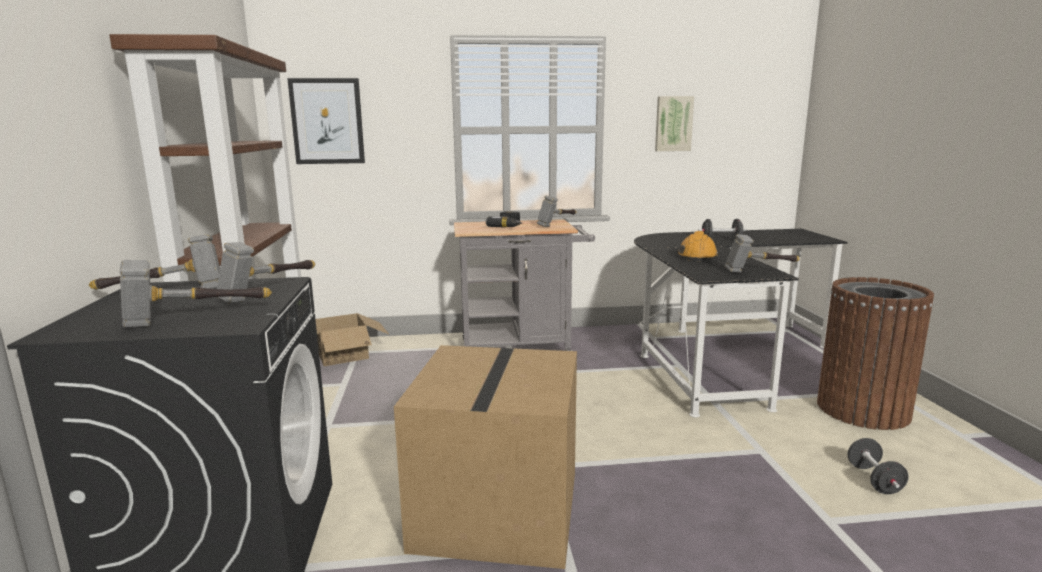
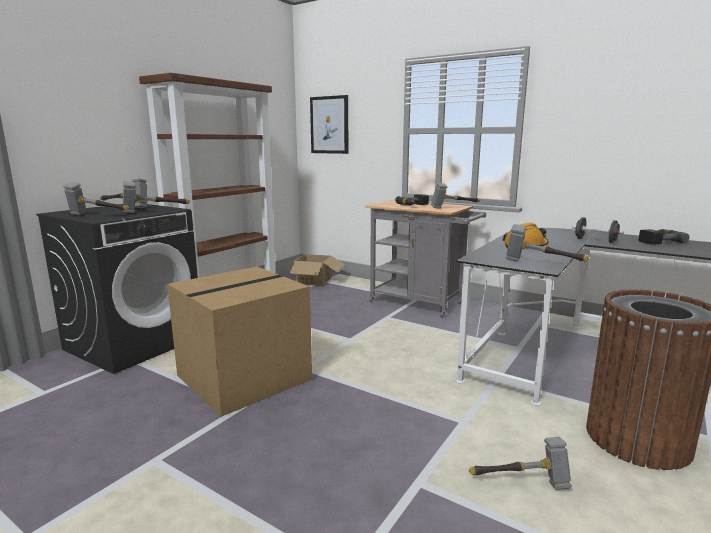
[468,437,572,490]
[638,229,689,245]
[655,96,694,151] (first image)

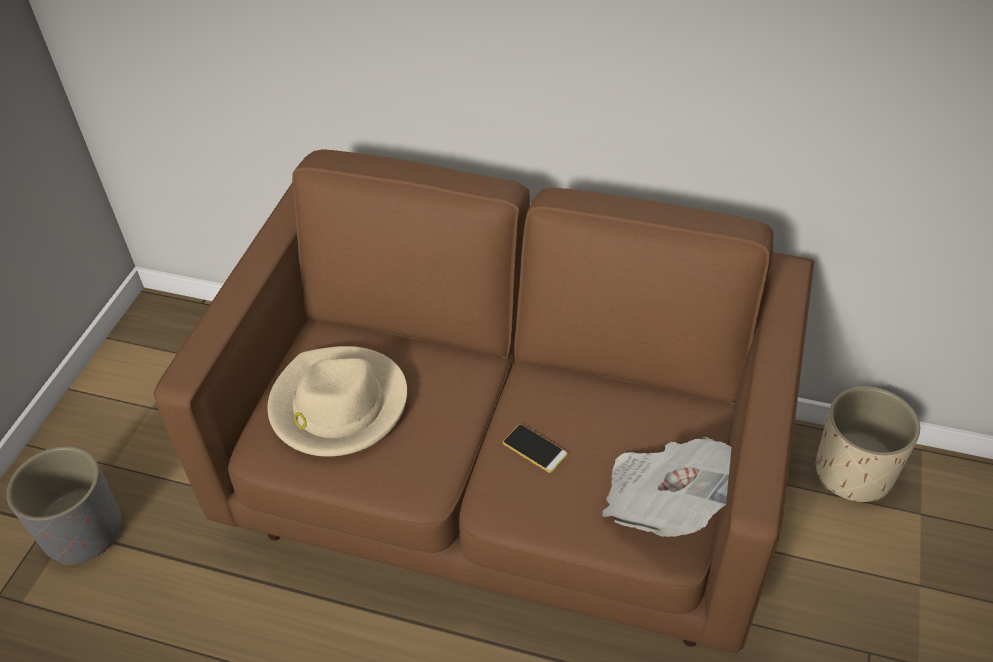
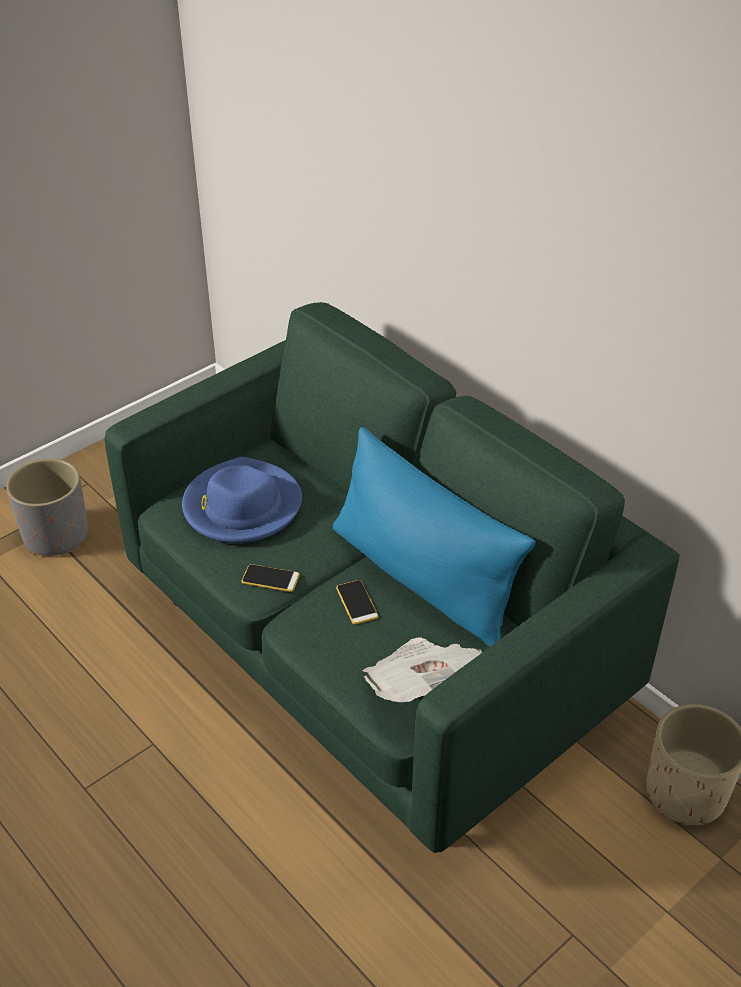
[104,302,680,853]
[182,457,302,543]
[242,564,300,592]
[333,427,536,647]

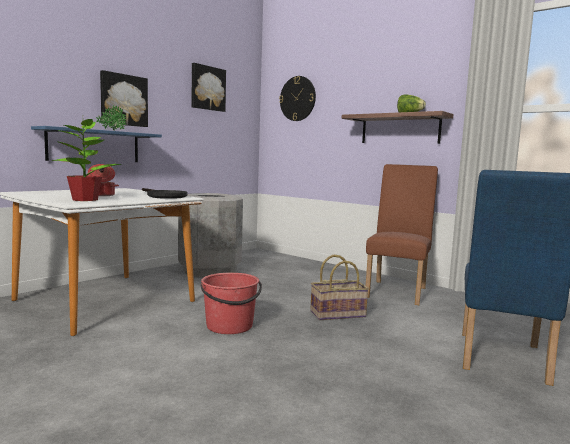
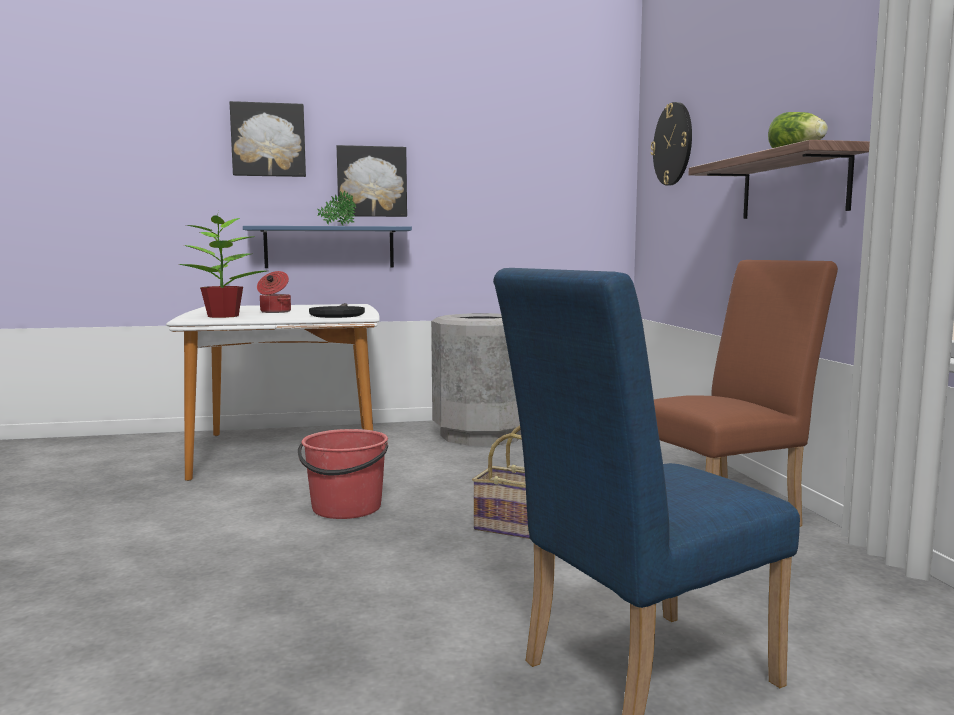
[230,101,306,177]

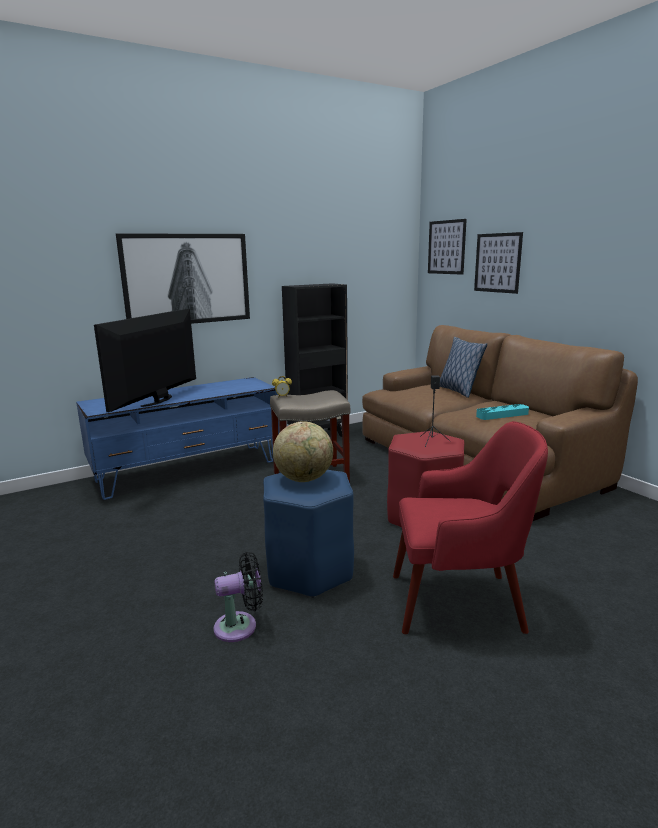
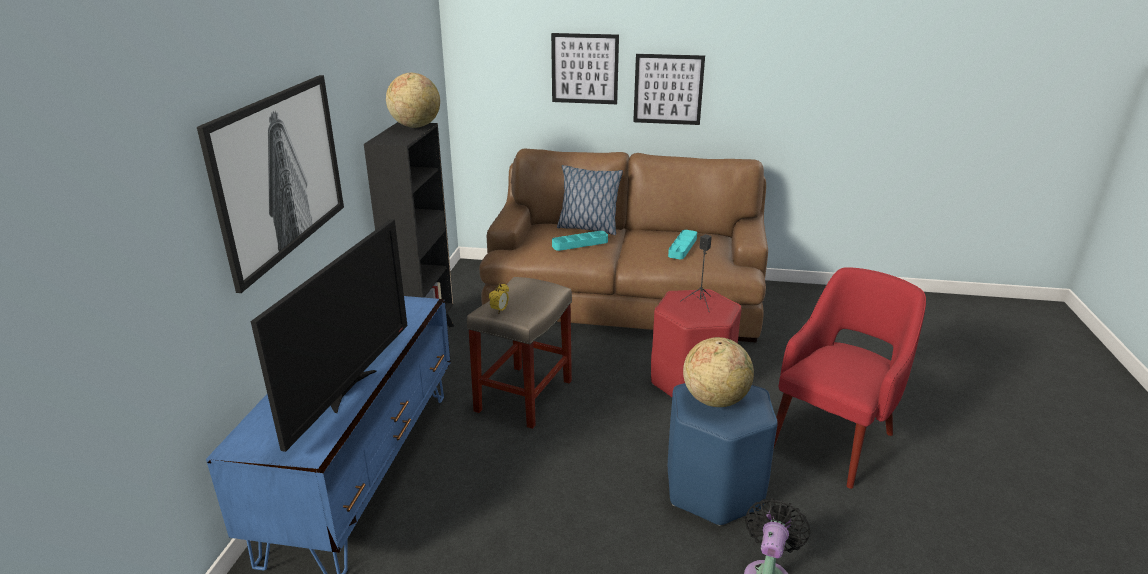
[251,219,407,452]
[386,73,440,128]
[552,231,608,251]
[633,54,705,125]

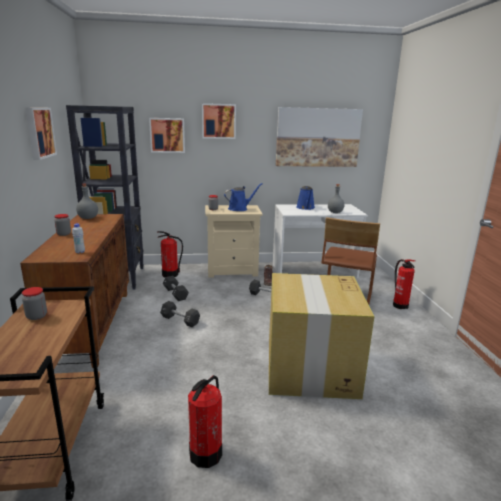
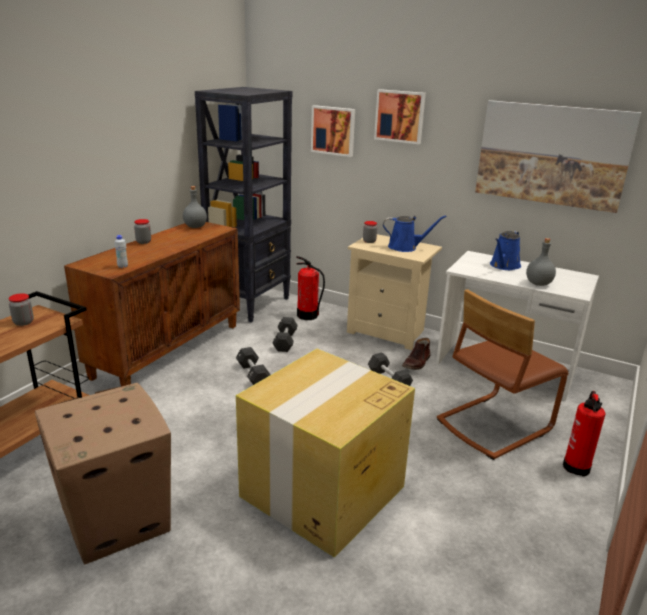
[35,383,171,565]
[25,108,57,160] (first image)

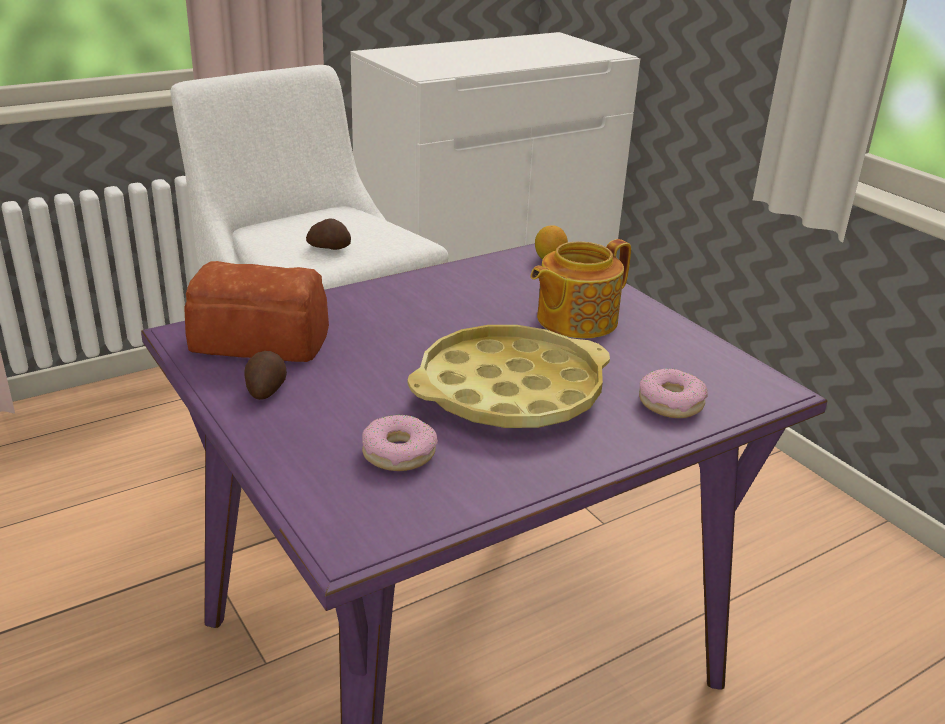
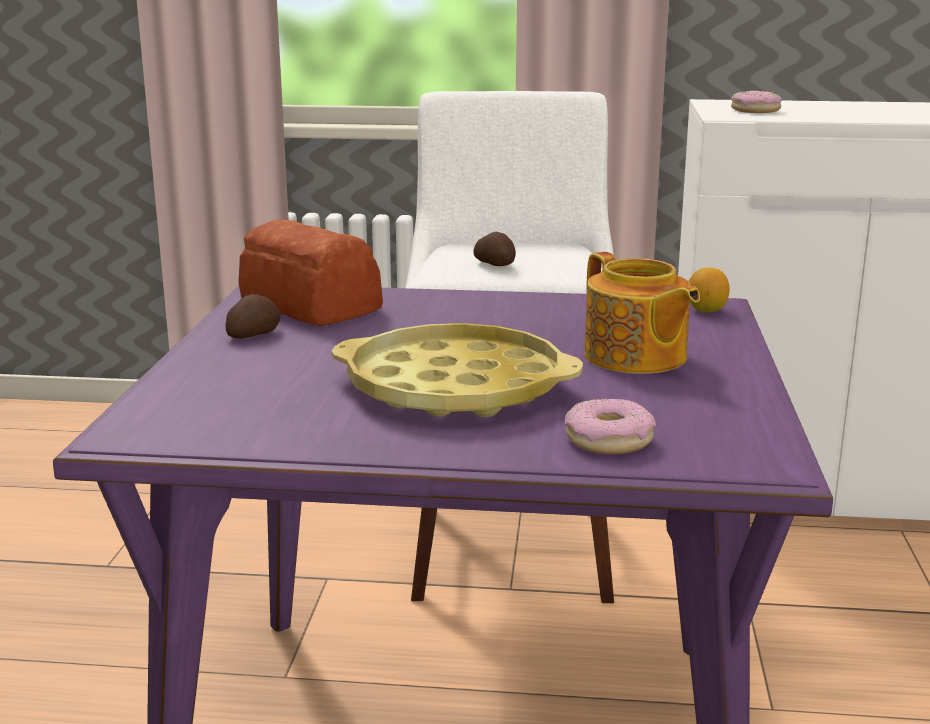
[584,252,700,374]
[731,91,782,113]

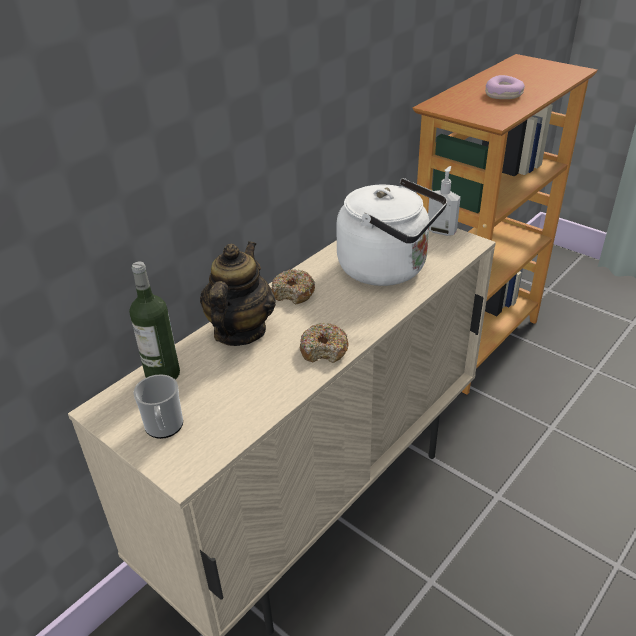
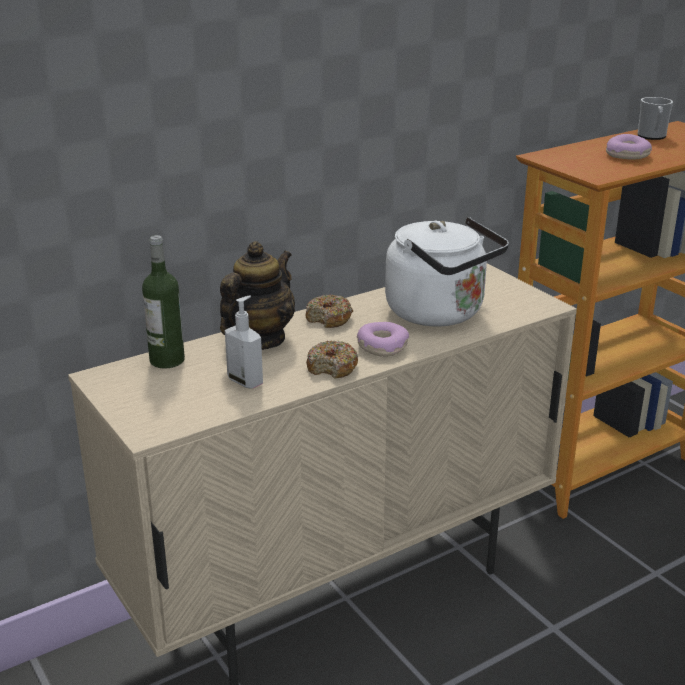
[225,295,263,389]
[357,322,409,357]
[638,97,673,140]

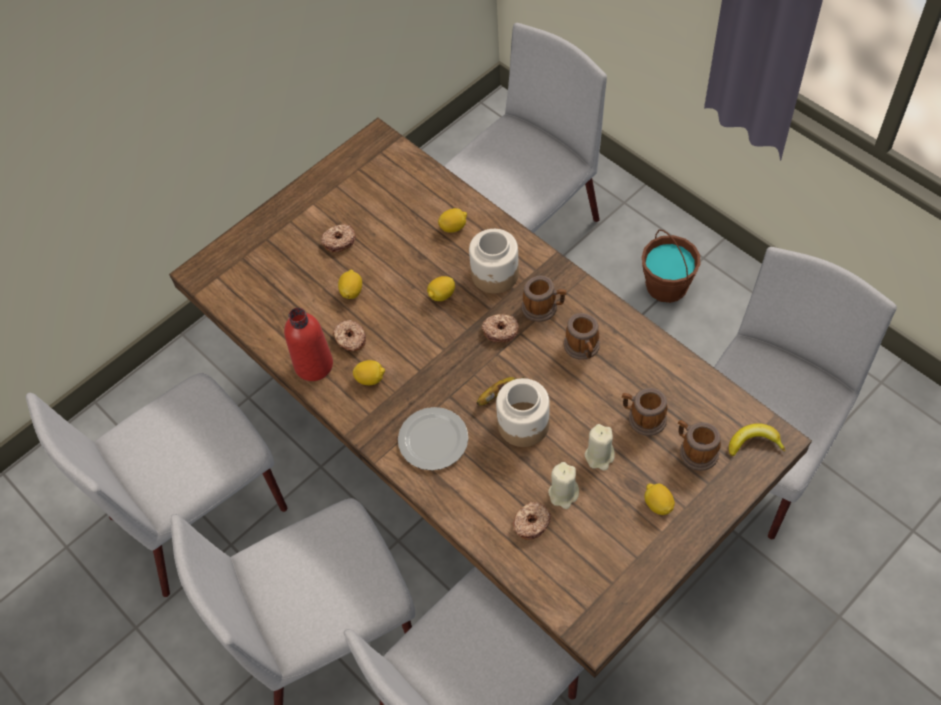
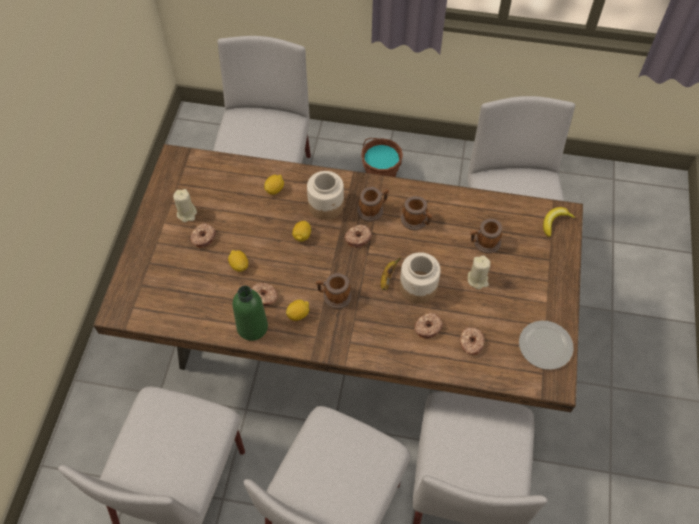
[173,189,197,222]
[233,286,268,341]
[316,273,352,309]
[414,313,443,339]
[519,321,574,370]
[644,483,675,515] (first image)

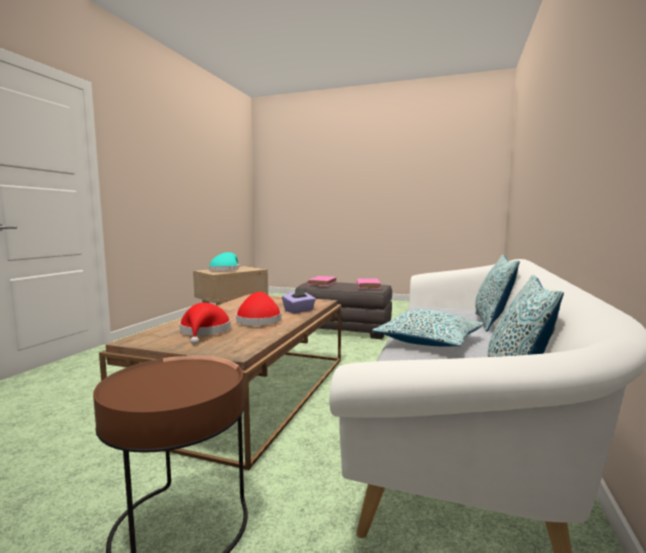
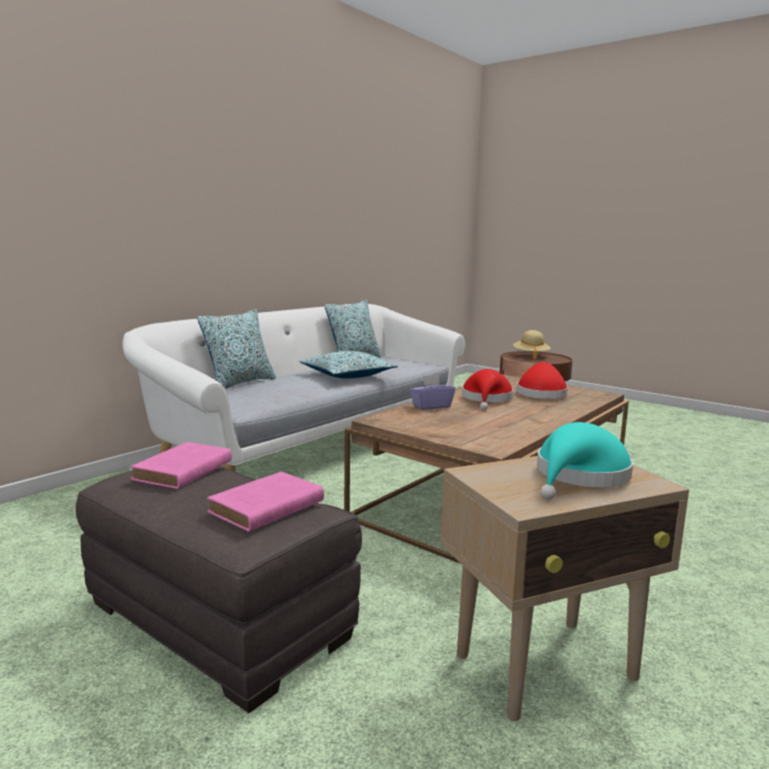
[513,330,551,359]

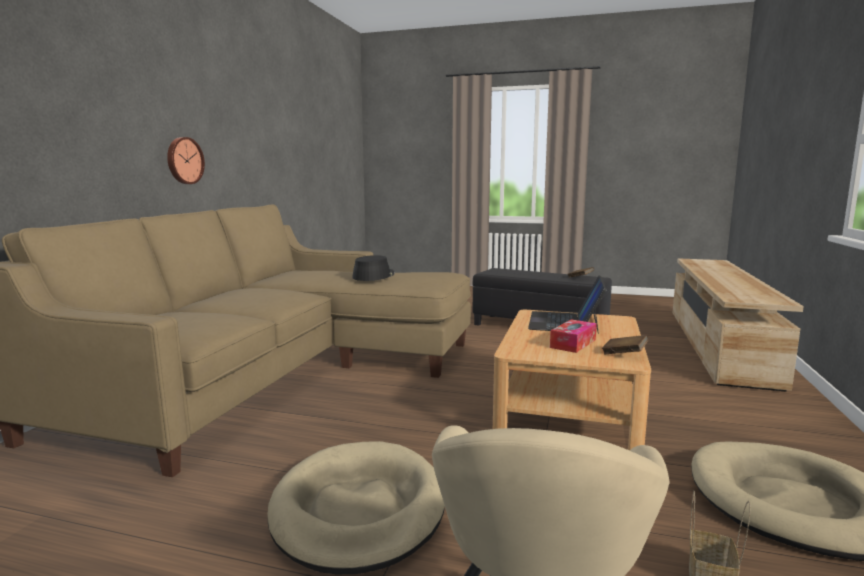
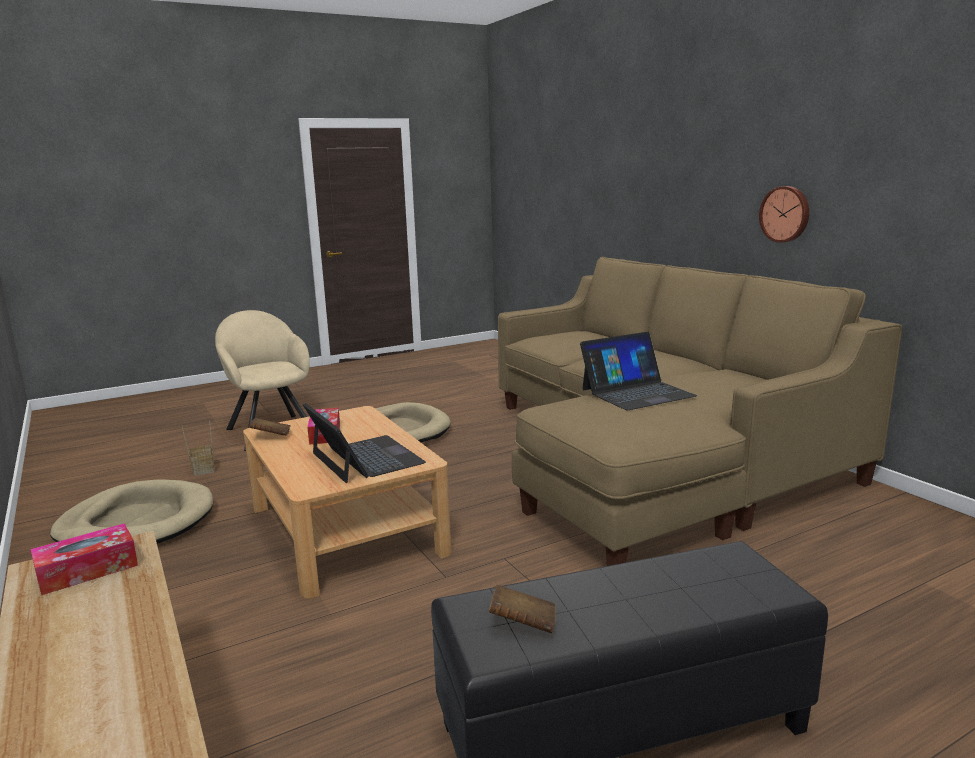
[30,523,138,595]
[580,332,697,410]

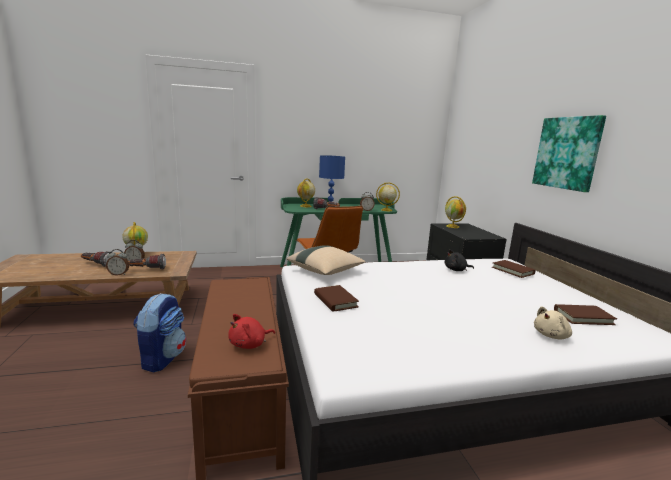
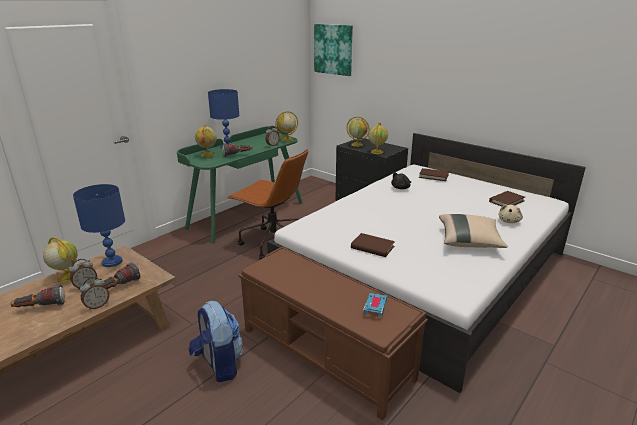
[73,184,125,267]
[314,24,353,76]
[363,293,388,317]
[368,122,388,154]
[439,214,508,248]

